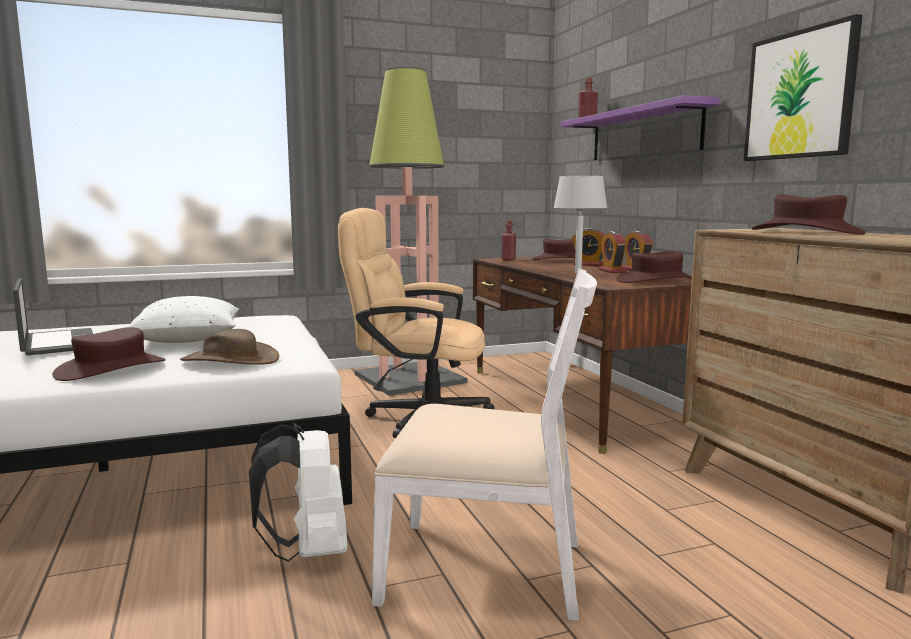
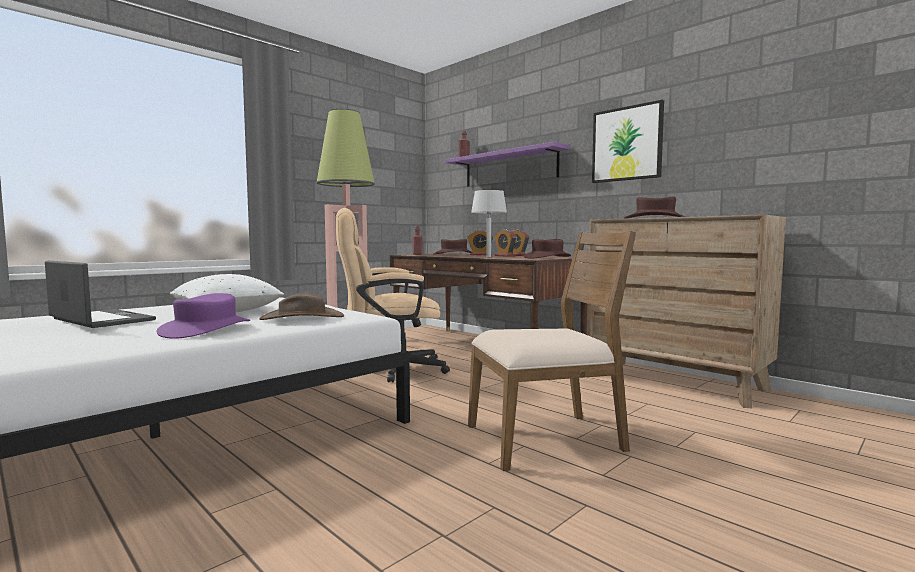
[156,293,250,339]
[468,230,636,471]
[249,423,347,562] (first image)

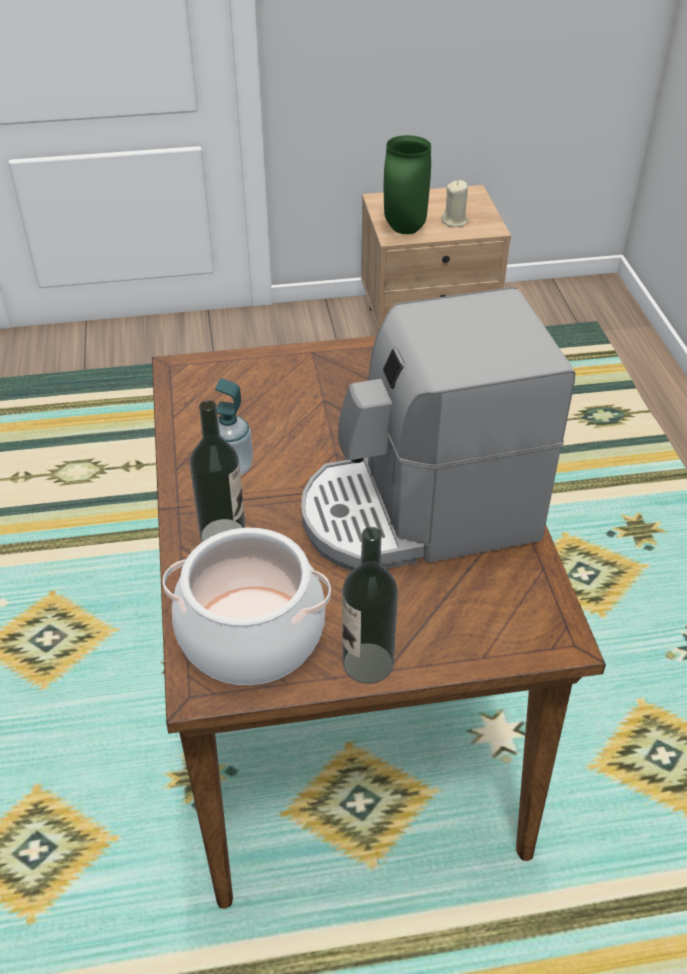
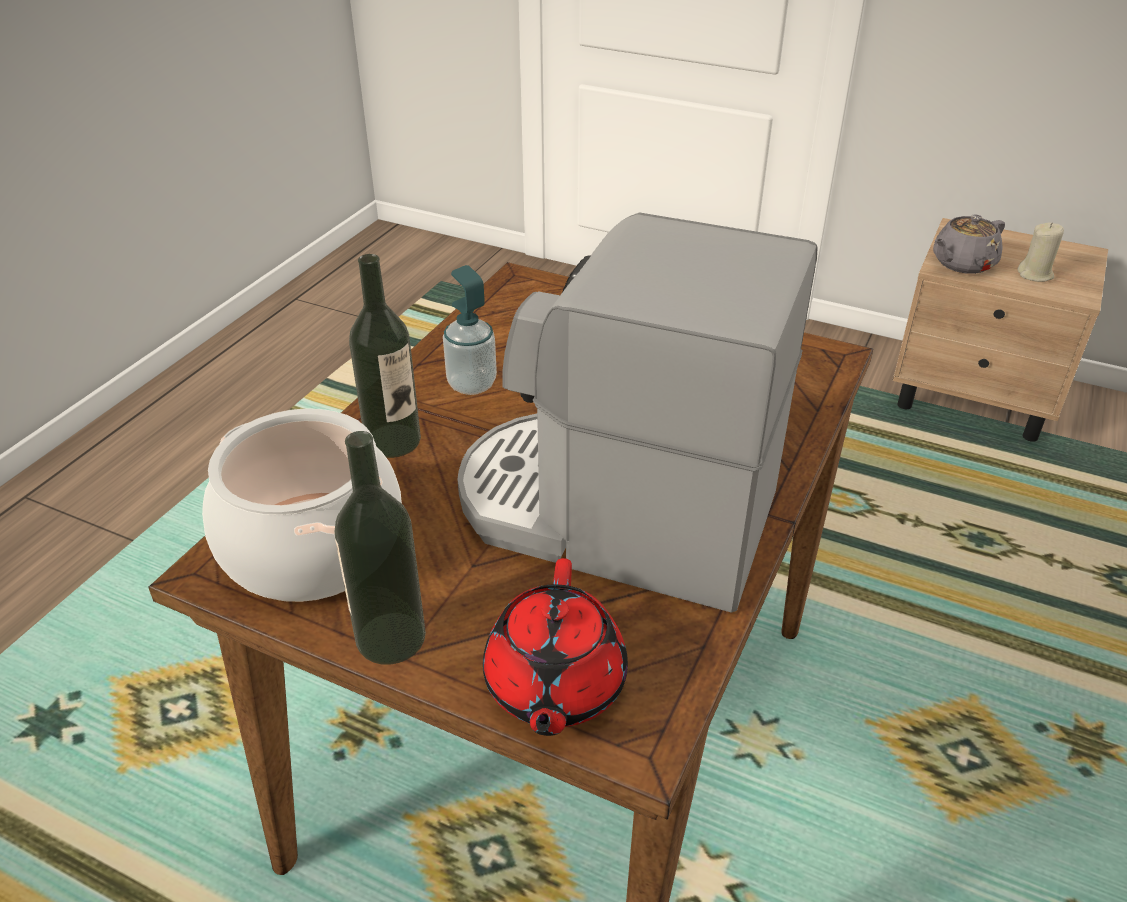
[483,558,628,736]
[933,215,1005,274]

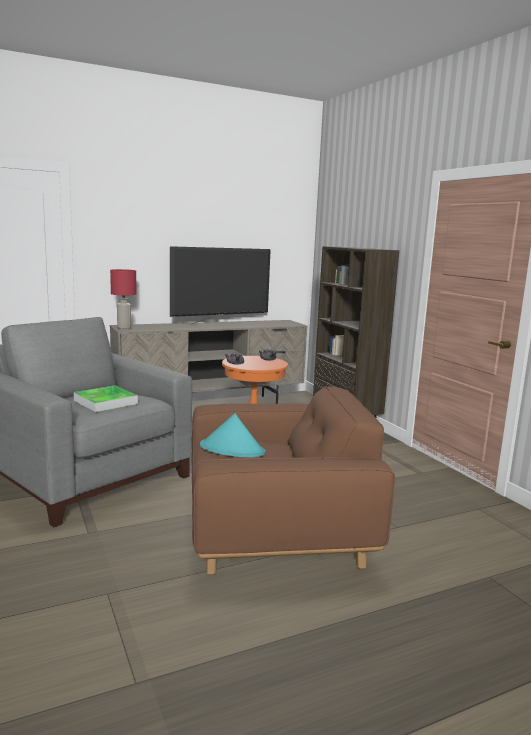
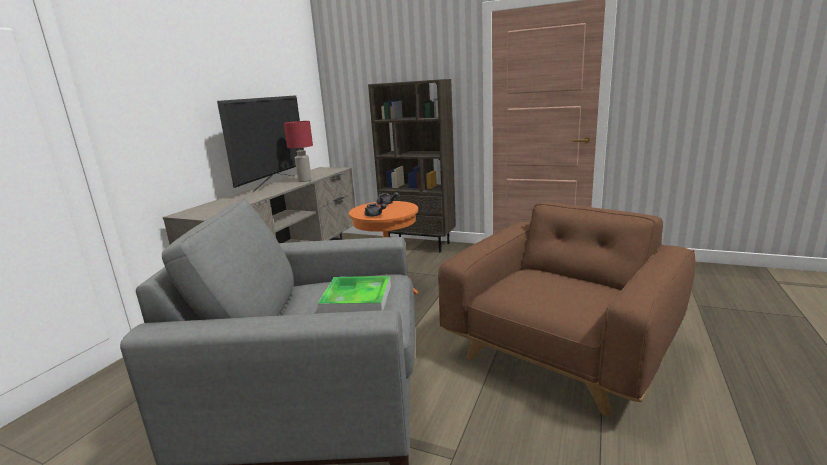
[284,121,313,182]
[200,413,265,458] (first image)

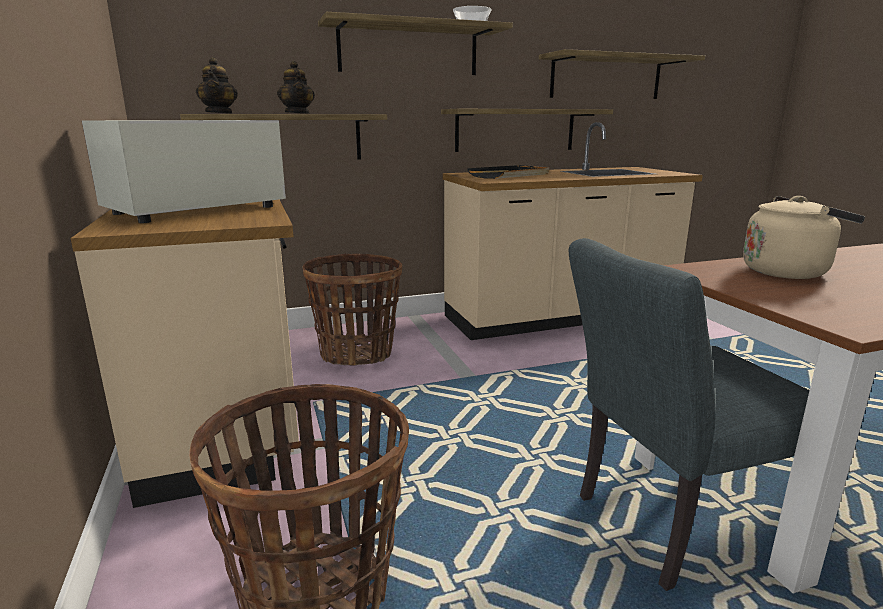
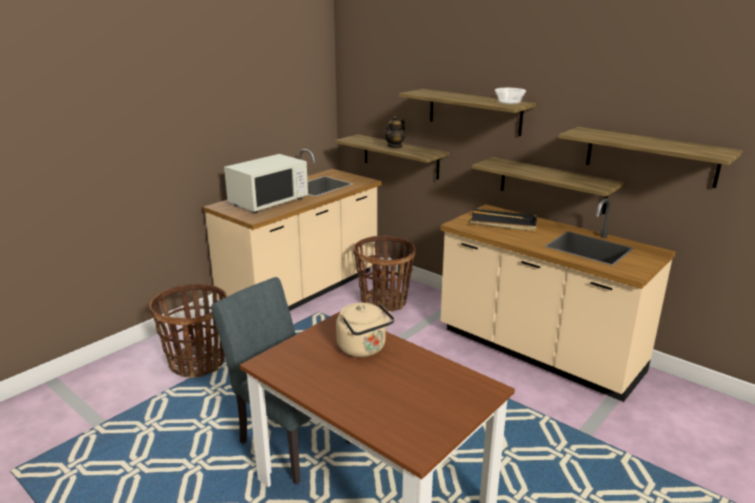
[224,154,308,213]
[196,57,238,114] (first image)

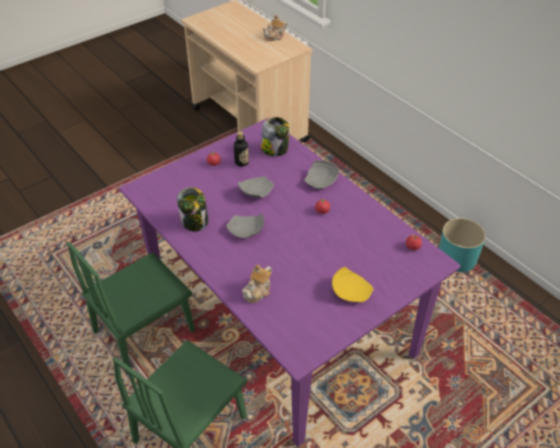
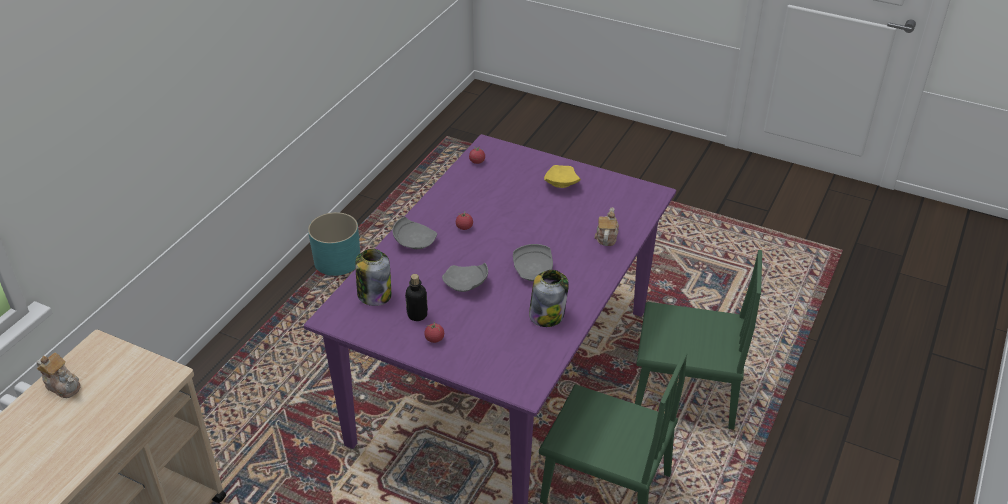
[595,207,619,246]

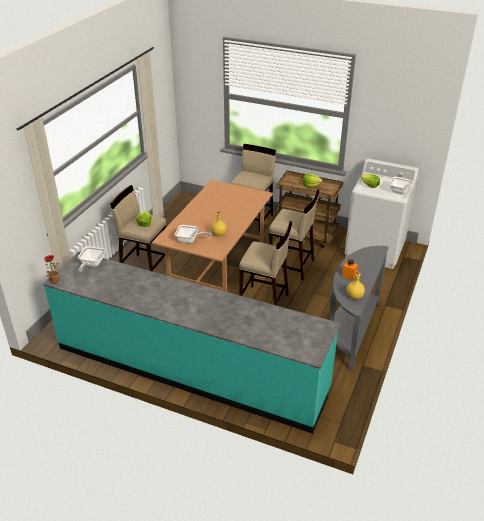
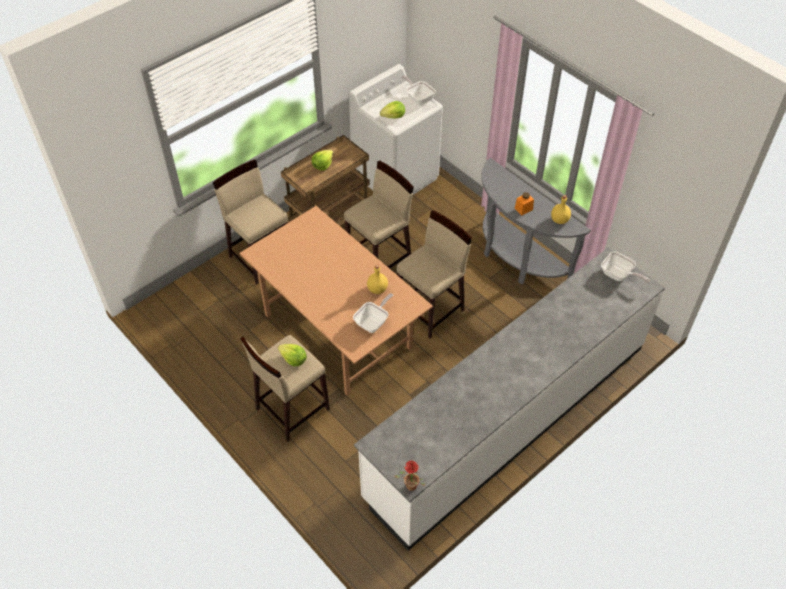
[354,247,665,551]
[601,251,650,283]

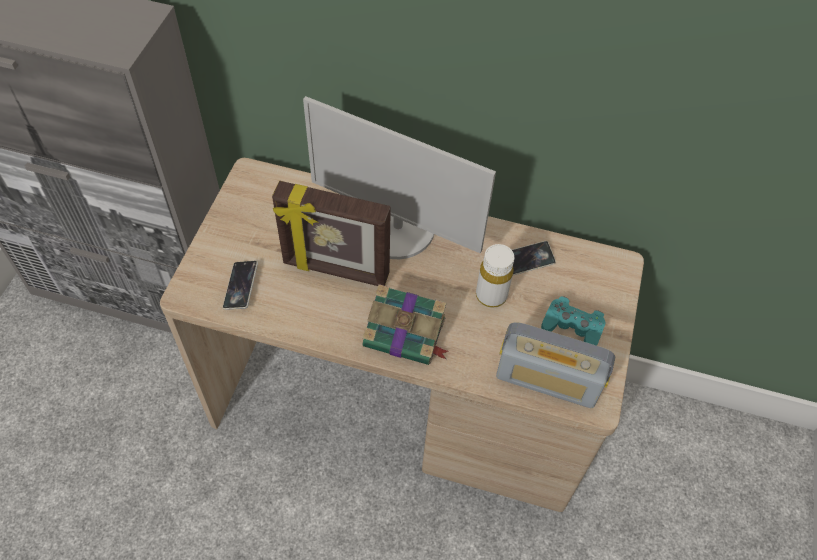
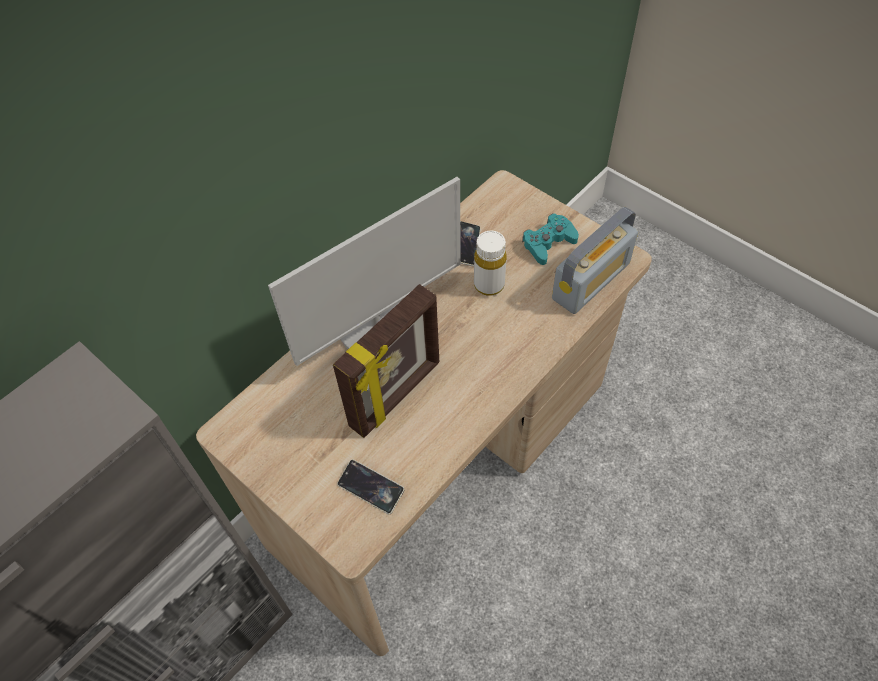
[363,284,449,365] (first image)

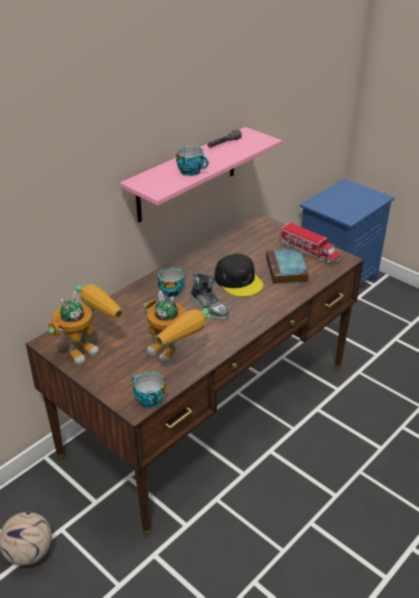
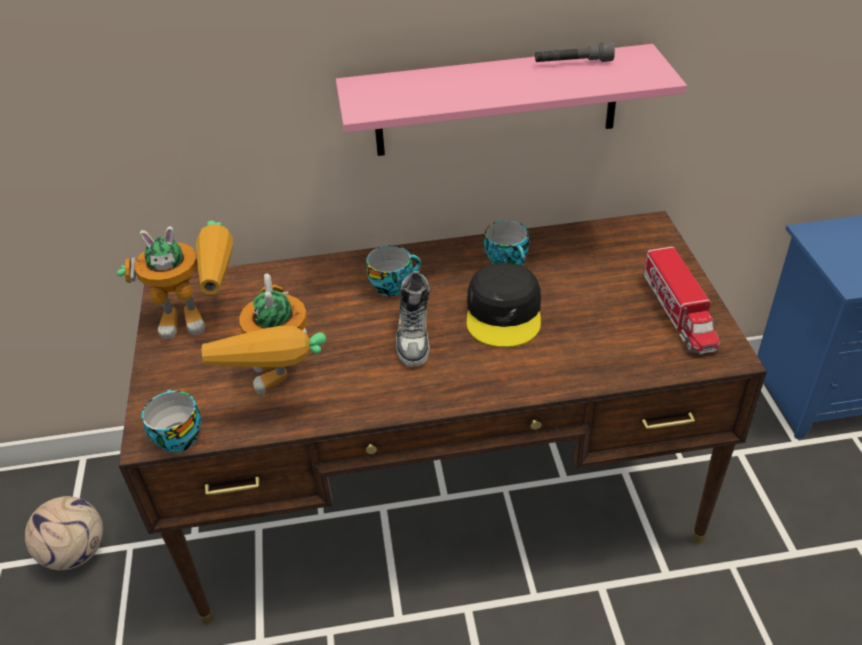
[484,220,529,265]
[266,249,309,284] (first image)

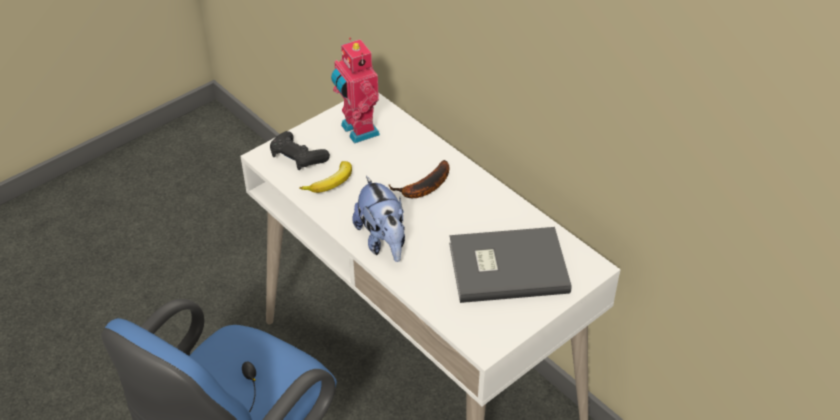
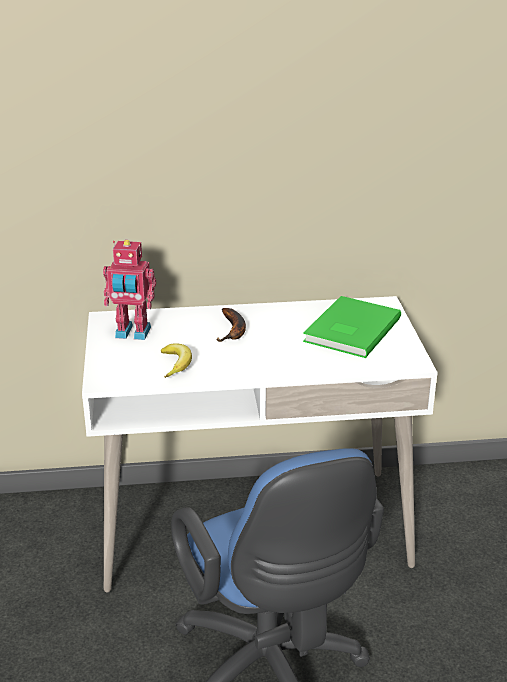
[303,296,401,358]
[270,131,330,170] (first image)
[352,176,405,262] (first image)

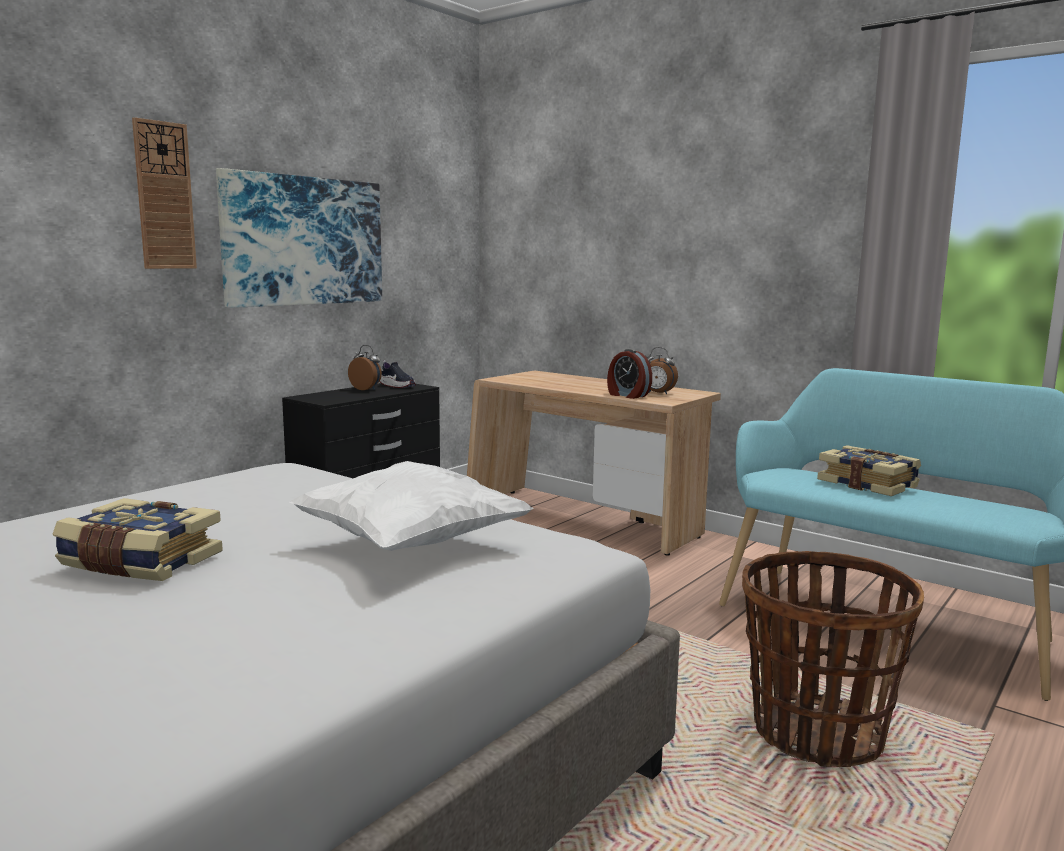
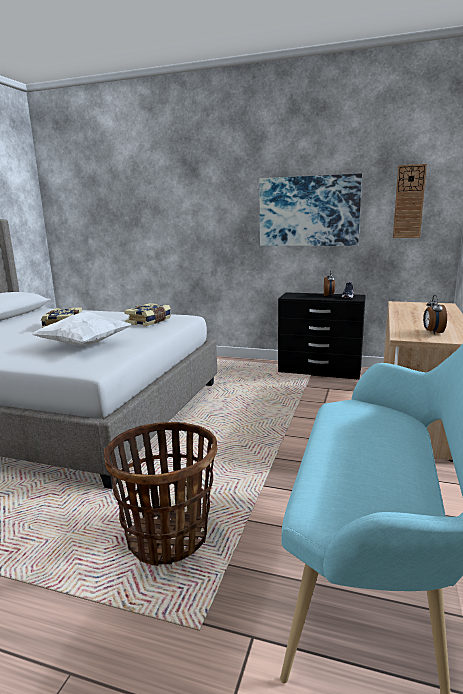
[124,303,171,326]
[393,164,427,238]
[607,349,652,399] (first image)

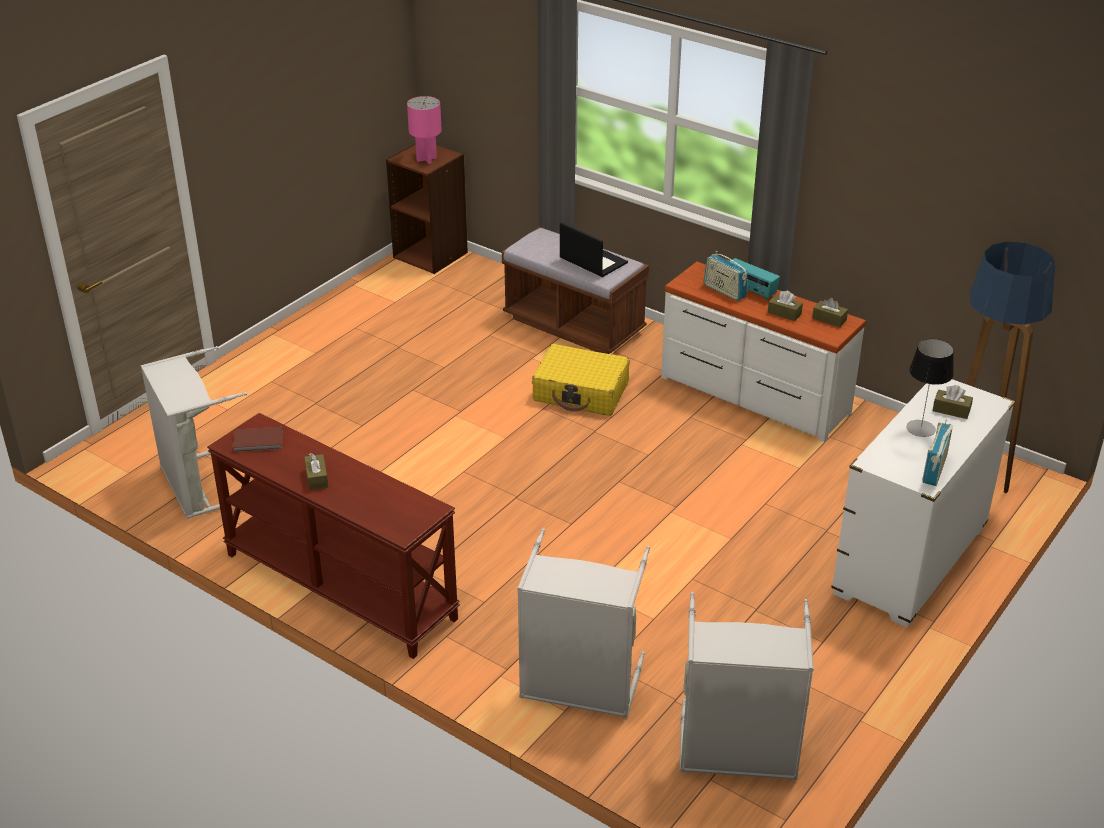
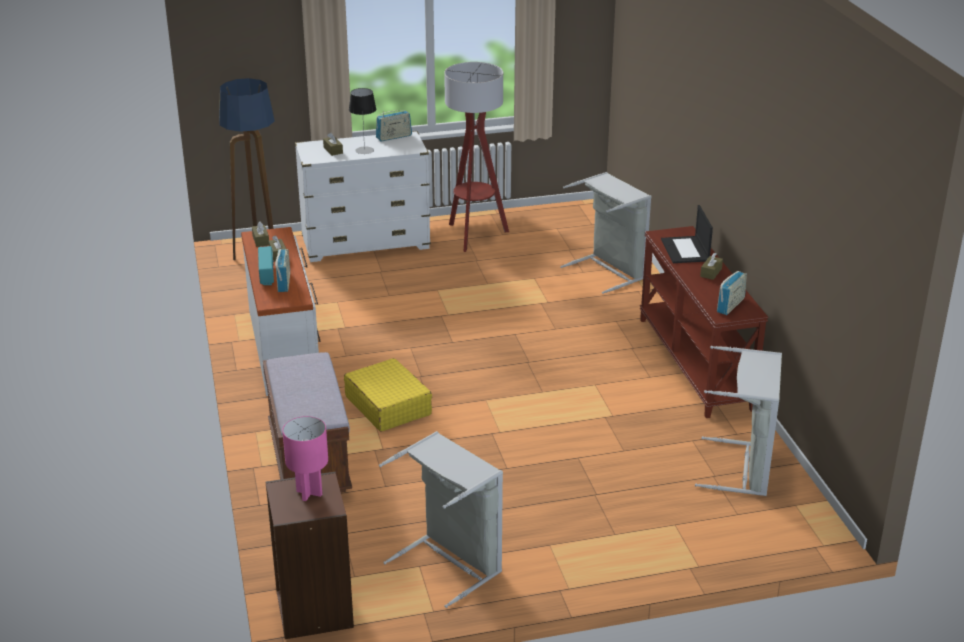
[379,431,503,608]
[444,62,509,252]
[661,205,713,263]
[717,271,747,315]

